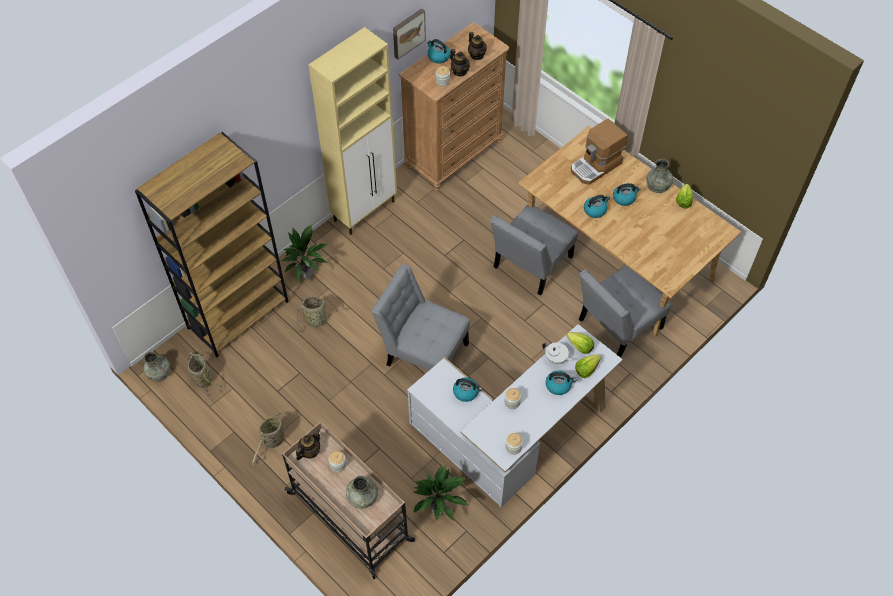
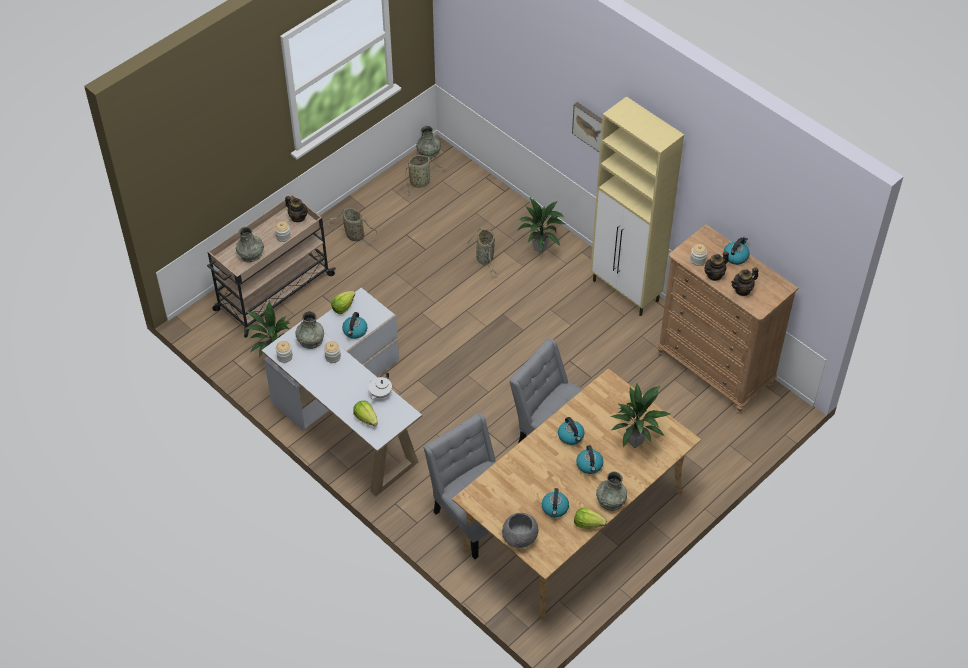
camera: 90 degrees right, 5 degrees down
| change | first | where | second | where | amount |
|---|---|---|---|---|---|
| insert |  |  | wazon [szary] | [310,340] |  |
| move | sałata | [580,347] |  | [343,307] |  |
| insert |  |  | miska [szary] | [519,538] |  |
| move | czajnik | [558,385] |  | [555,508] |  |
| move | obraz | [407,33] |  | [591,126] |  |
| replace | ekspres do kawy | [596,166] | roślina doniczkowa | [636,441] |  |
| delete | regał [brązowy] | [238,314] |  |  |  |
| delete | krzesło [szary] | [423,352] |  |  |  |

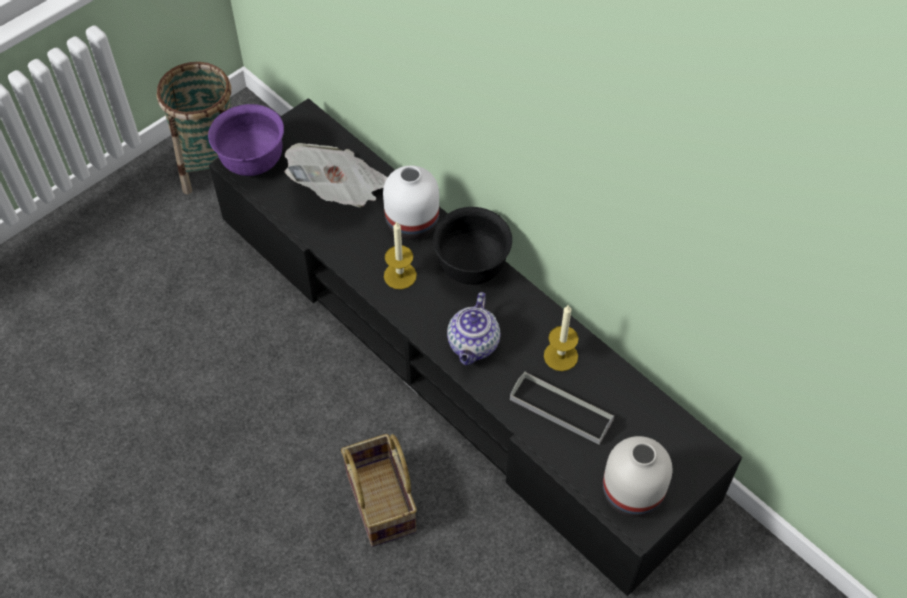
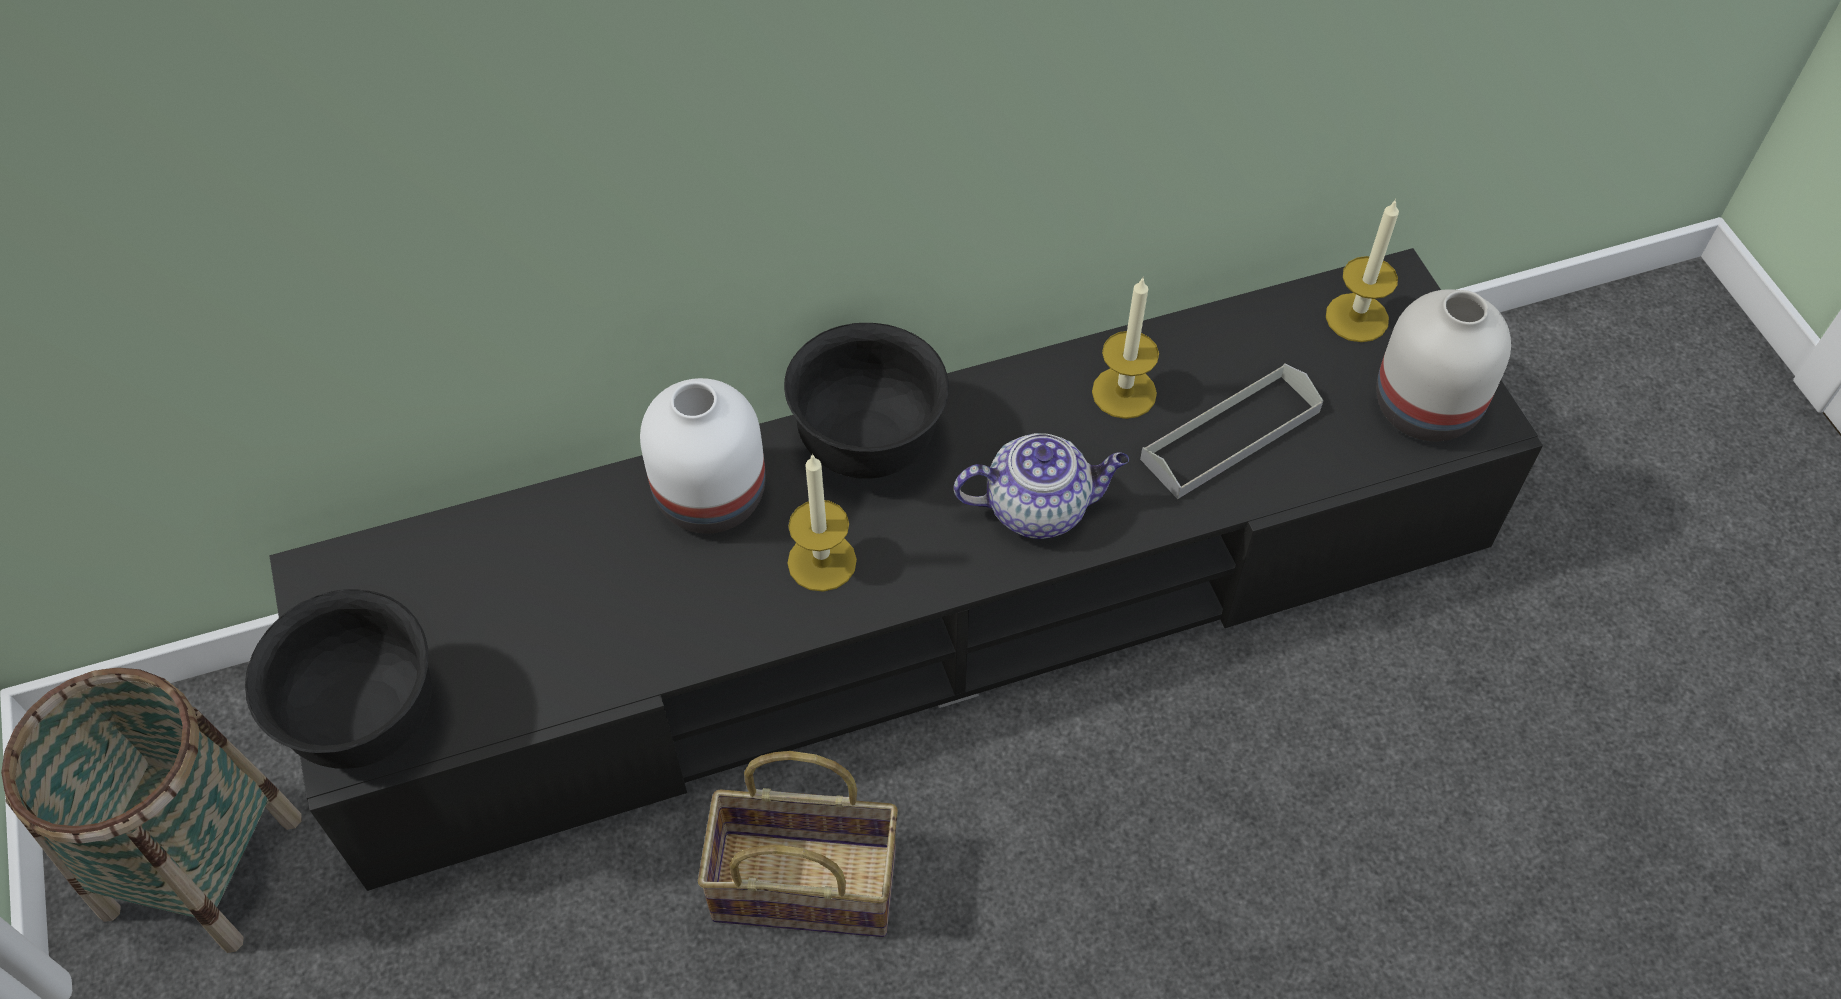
camera: 65 degrees left, 0 degrees up
| change | first | where | second | where | amount |
|---|---|---|---|---|---|
| recolor | miska [fioletowy] | [252,162] | miska [czarny] | [366,719] |  |
| move | koszyk | [383,503] |  | [810,882] |  |
| rotate | imbryk | [473,345] |  | [1039,507] | 45 degrees counterclockwise |
| insert |  |  | świeca | [1357,317] |  |
| delete | gazeta | [340,191] |  |  |  |

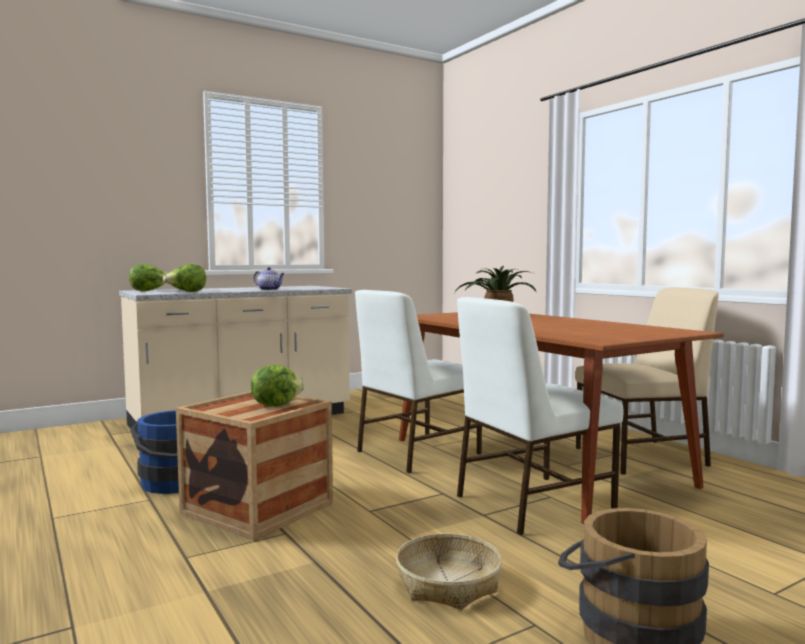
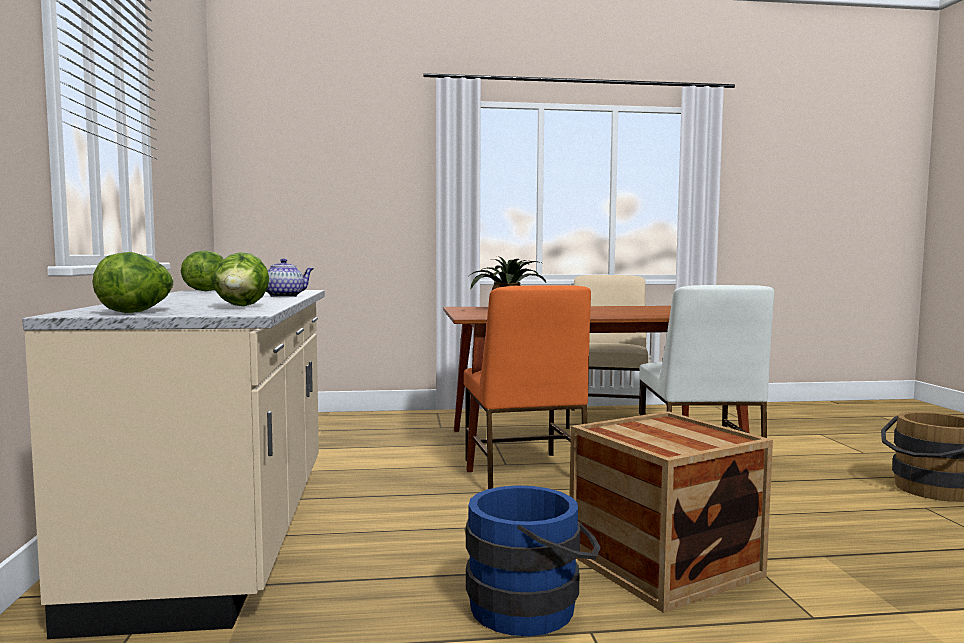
camera: 65 degrees left, 0 degrees up
| change | first | where | second | where | amount |
|---|---|---|---|---|---|
| move | sałata | [275,405] |  | [204,291] |  |
| recolor | krzesło [biały] | [416,452] | krzesło [pomarańczowy] | [523,473] |  |
| delete | koszyk | [448,583] |  |  |  |

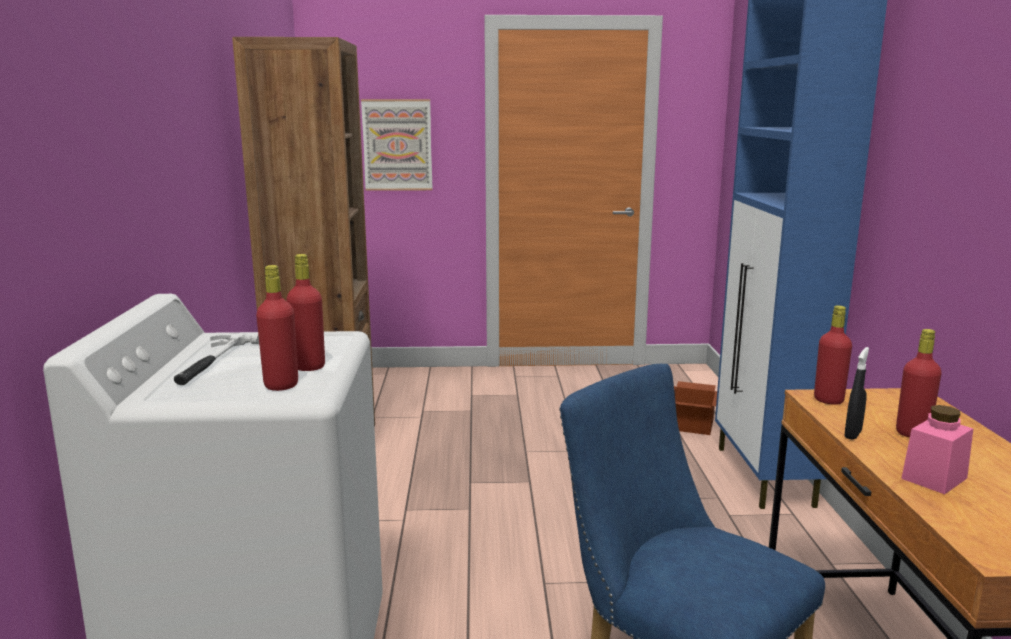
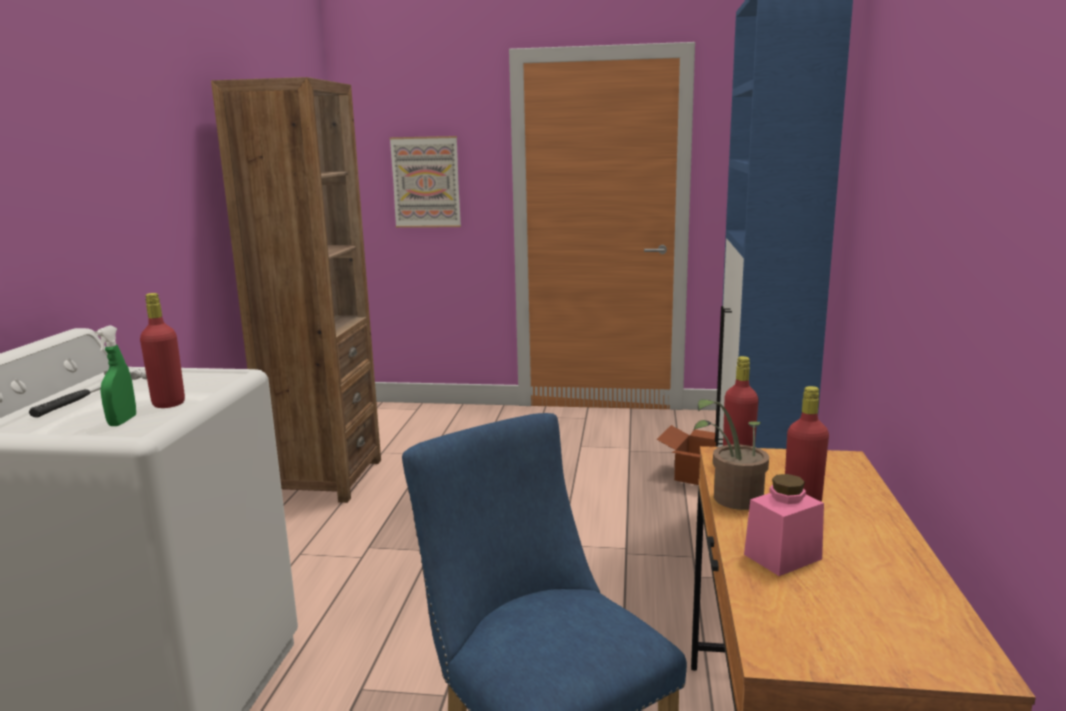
camera: 10 degrees right, 0 degrees up
| change | first | where | second | where | amount |
|---|---|---|---|---|---|
| replace | butelka [czerwony] | [281,385] | spryskiwacz [zielony] | [122,421] |  |
| replace | spryskiwacz [czarny] | [853,434] | roślina doniczkowa | [732,500] |  |

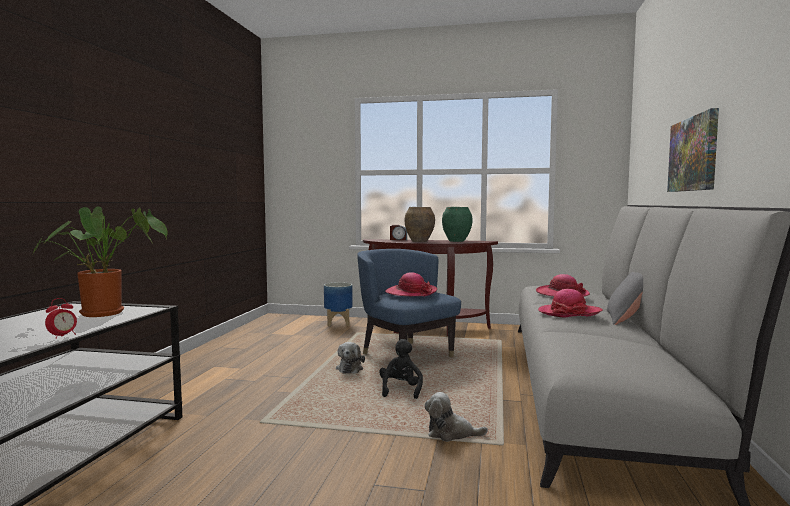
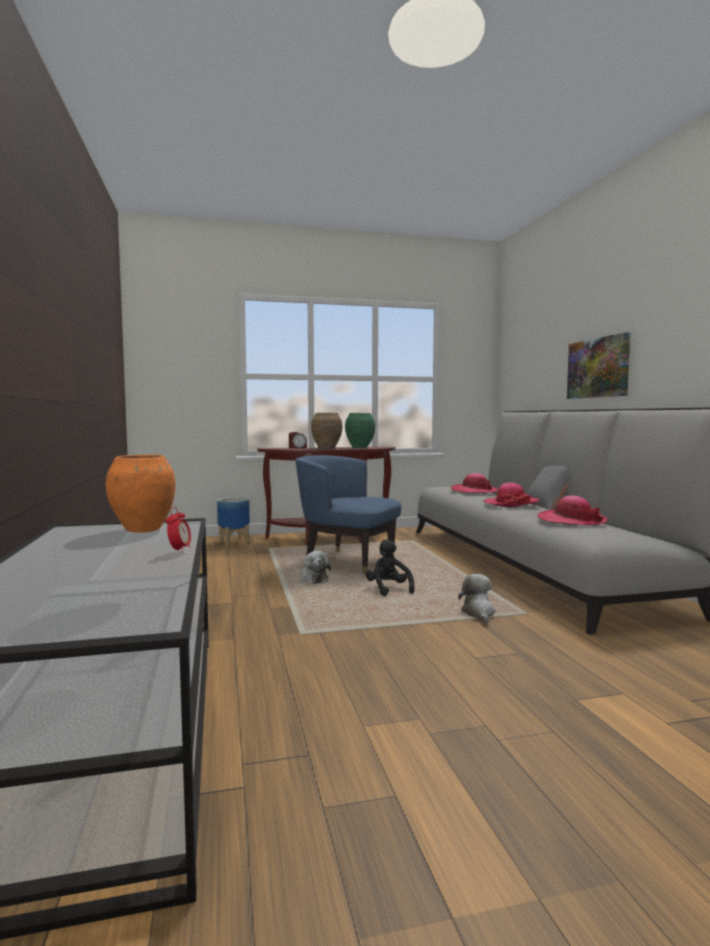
camera: 25 degrees left, 0 degrees up
| change | first | where | second | where | amount |
|---|---|---|---|---|---|
| replace | roślina doniczkowa | [107,312] | wazon [pomarańczowy] | [144,529] |  |
| rotate | pluszak | [451,434] |  | [478,613] | 105 degrees clockwise |
| move | kapelusz | [411,293] |  | [571,521] |  |

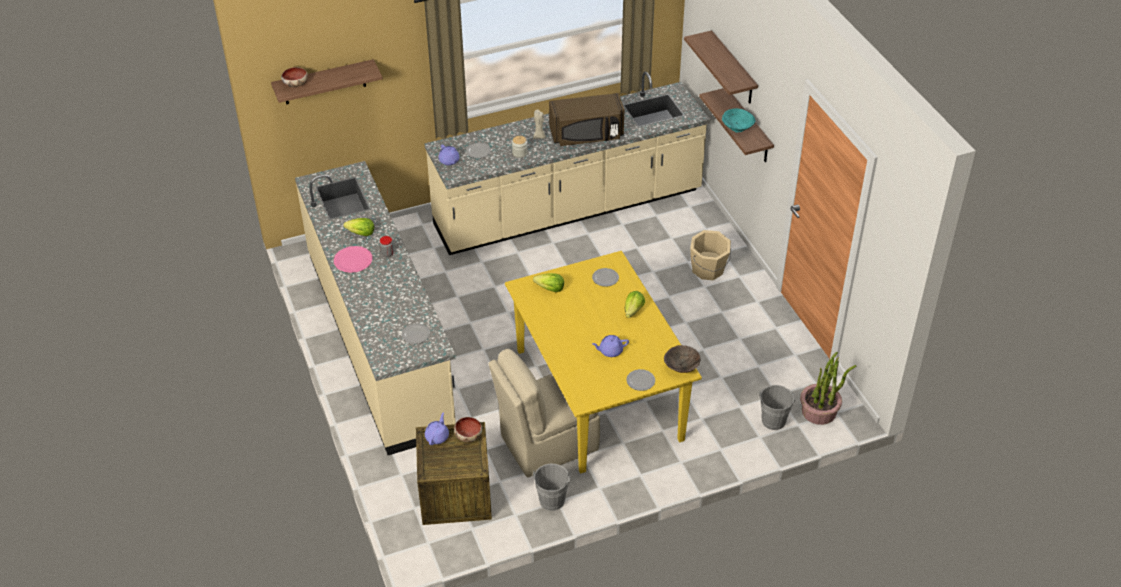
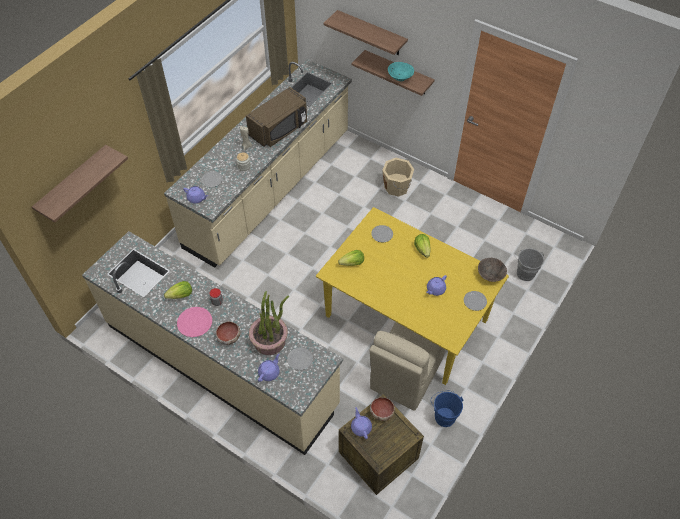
camera: 35 degrees left, 10 degrees up
| change | first | where | second | where | amount |
|---|---|---|---|---|---|
| move | miska | [295,84] |  | [229,337] |  |
| move | roślina doniczkowa | [819,411] |  | [270,341] |  |
| insert |  |  | imbryk [fioletowy] | [269,372] |  |
| recolor | wiadro [szary] | [552,498] | wiadro [niebieski] | [443,415] |  |

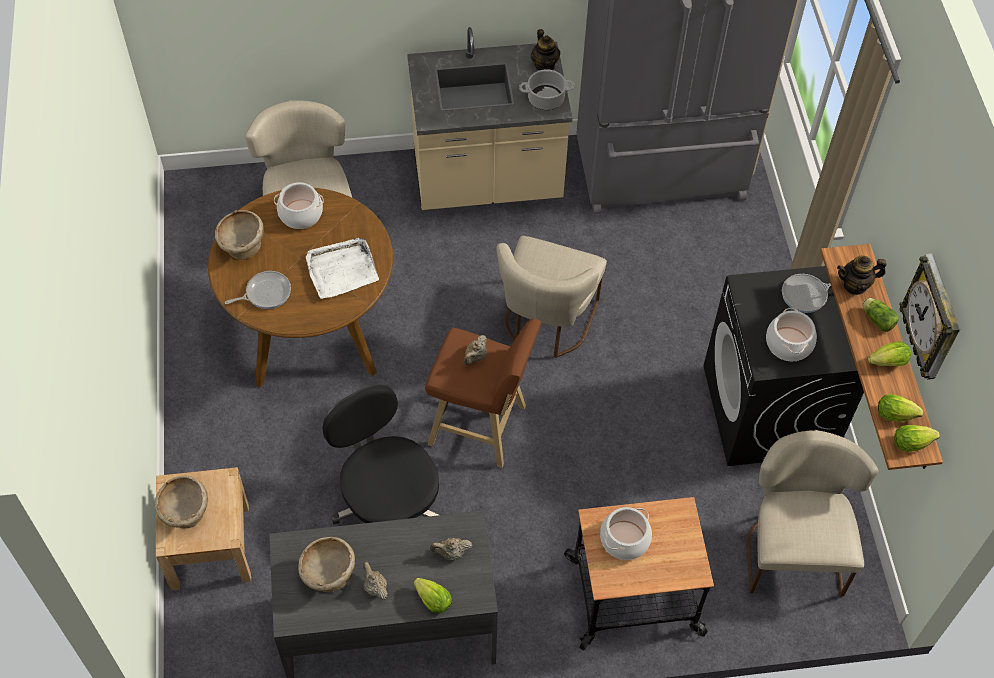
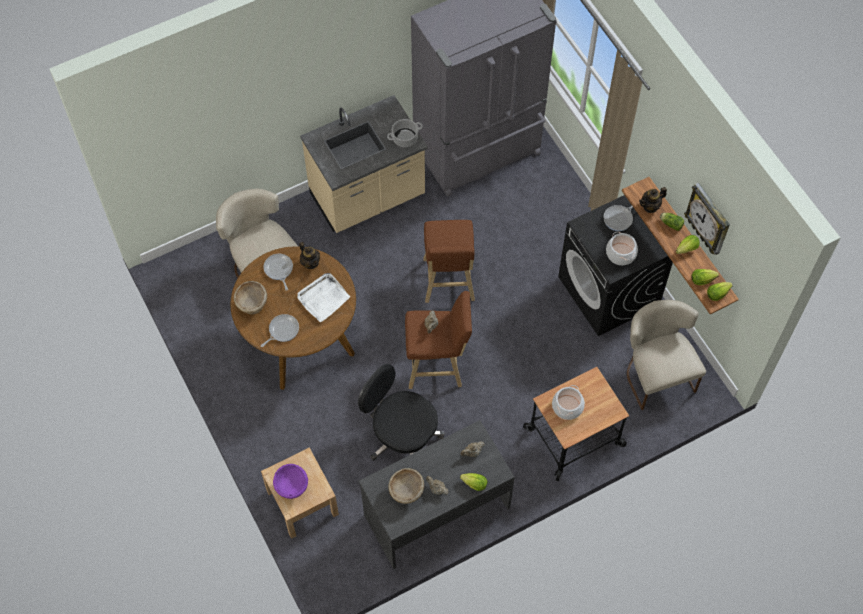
camera: 20 degrees left, 5 degrees up
| change | first | where | second | where | amount |
|---|---|---|---|---|---|
| replace | garnek | [300,214] | patelnia | [278,270] |  |
| recolor | miska [beżowy] | [186,514] | miska [fioletowy] | [292,488] |  |
| move | imbryk | [545,65] |  | [310,263] |  |
| replace | krzesło [beżowy] | [546,324] | stołek [brązowy] | [448,282] |  |

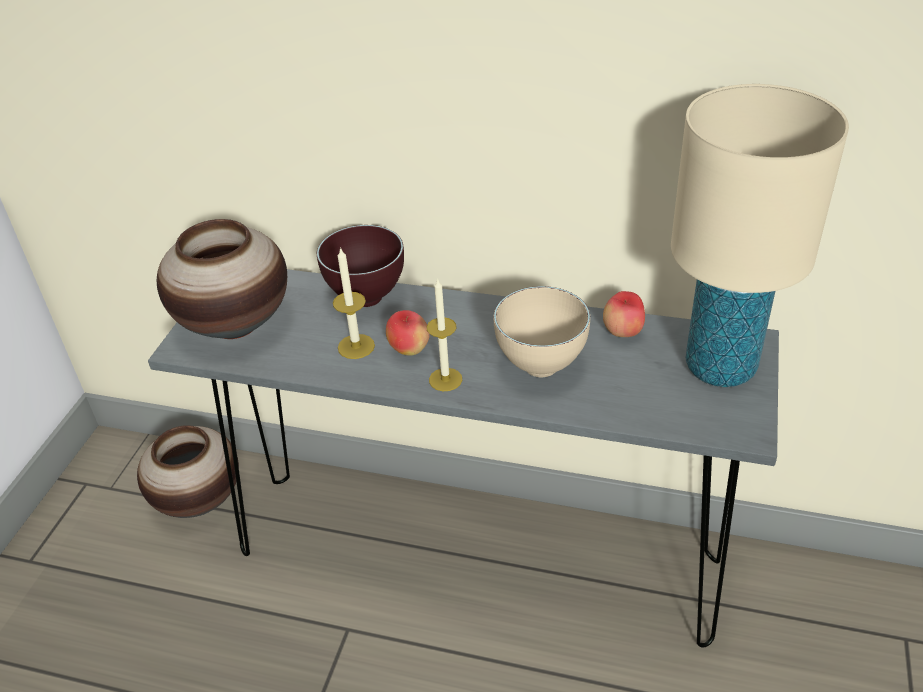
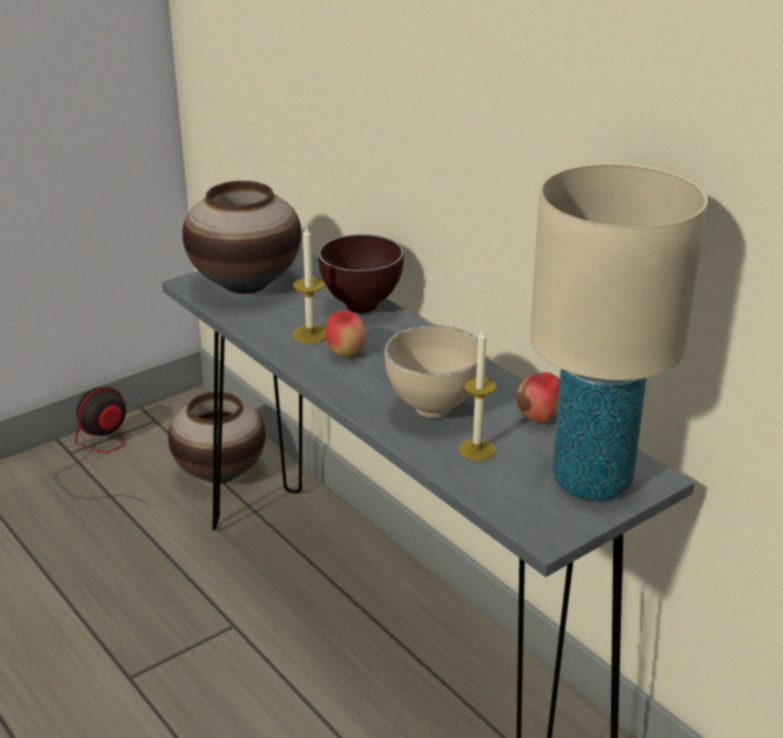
camera: 35 degrees right, 10 degrees down
| change | first | where | second | where | amount |
|---|---|---|---|---|---|
| insert |  |  | wentylator | [101,457] |  |
| move | świeca | [445,379] |  | [477,449] |  |

